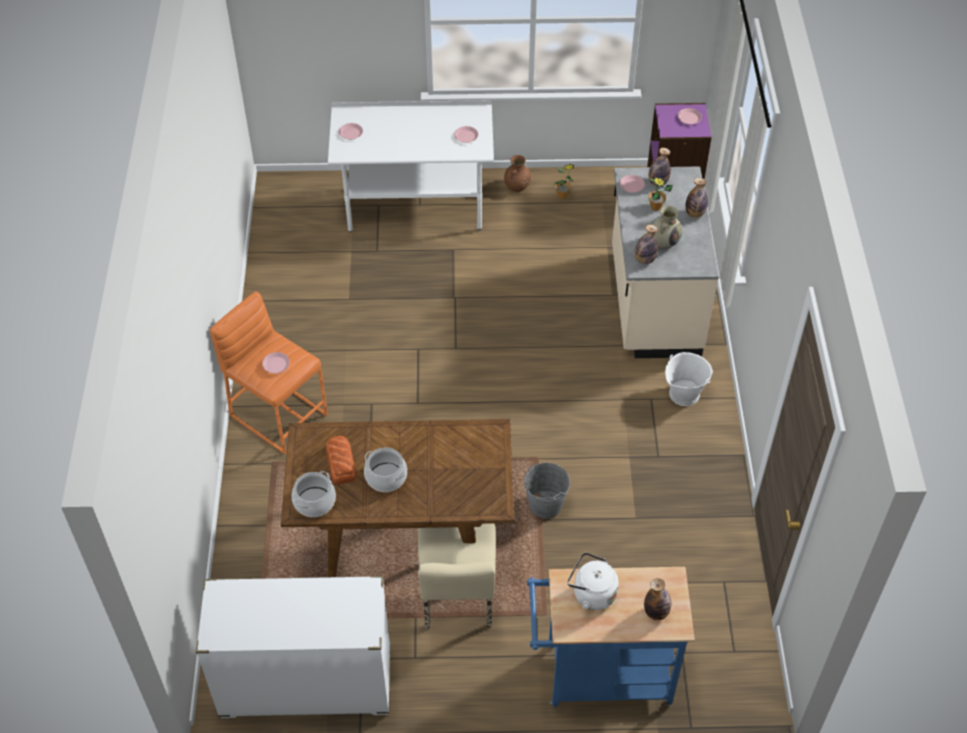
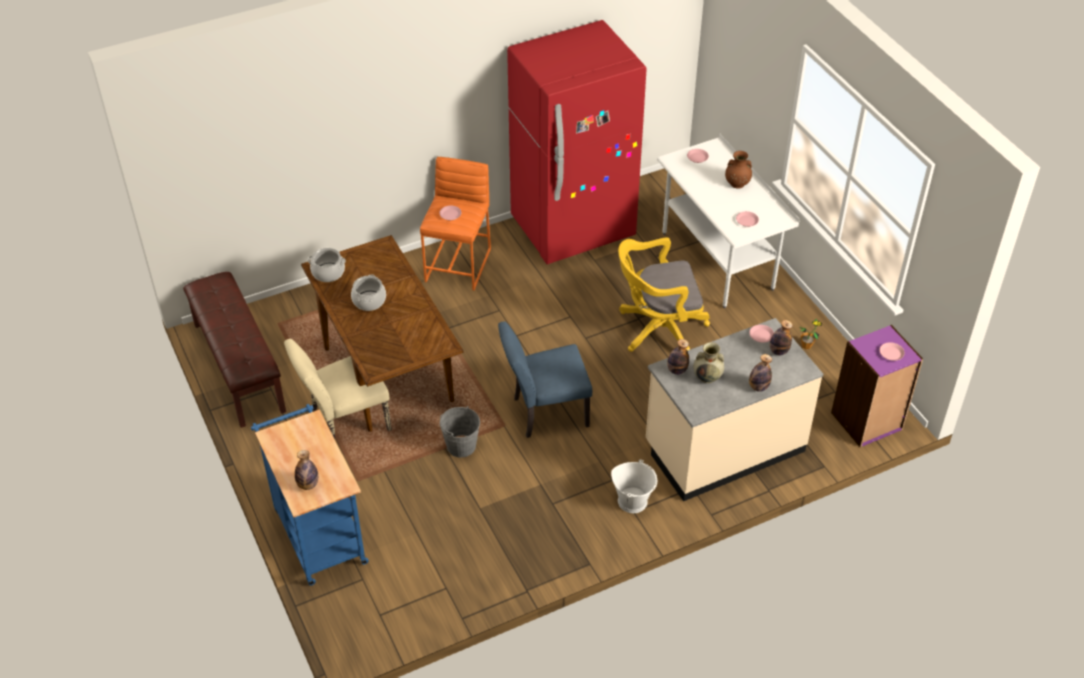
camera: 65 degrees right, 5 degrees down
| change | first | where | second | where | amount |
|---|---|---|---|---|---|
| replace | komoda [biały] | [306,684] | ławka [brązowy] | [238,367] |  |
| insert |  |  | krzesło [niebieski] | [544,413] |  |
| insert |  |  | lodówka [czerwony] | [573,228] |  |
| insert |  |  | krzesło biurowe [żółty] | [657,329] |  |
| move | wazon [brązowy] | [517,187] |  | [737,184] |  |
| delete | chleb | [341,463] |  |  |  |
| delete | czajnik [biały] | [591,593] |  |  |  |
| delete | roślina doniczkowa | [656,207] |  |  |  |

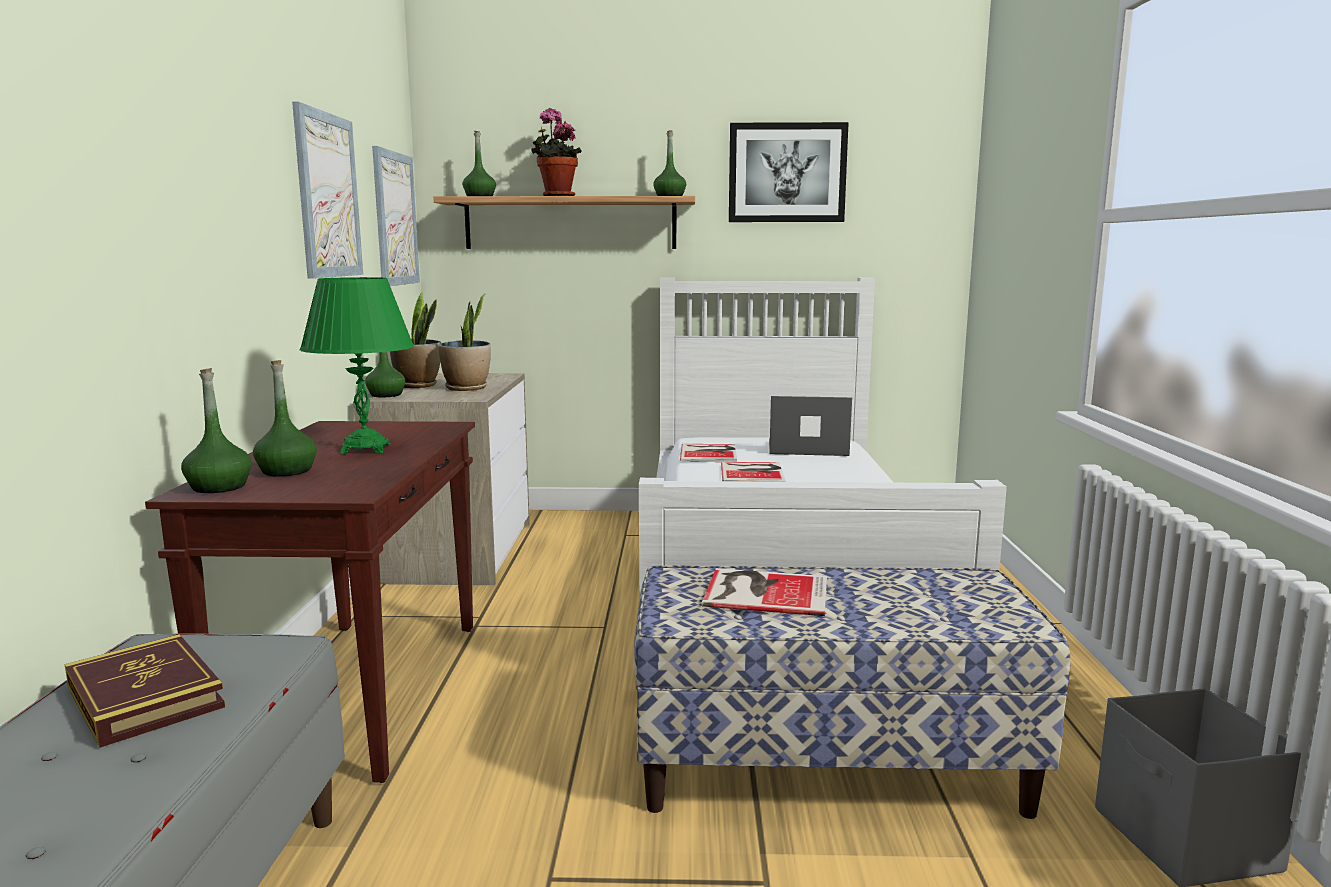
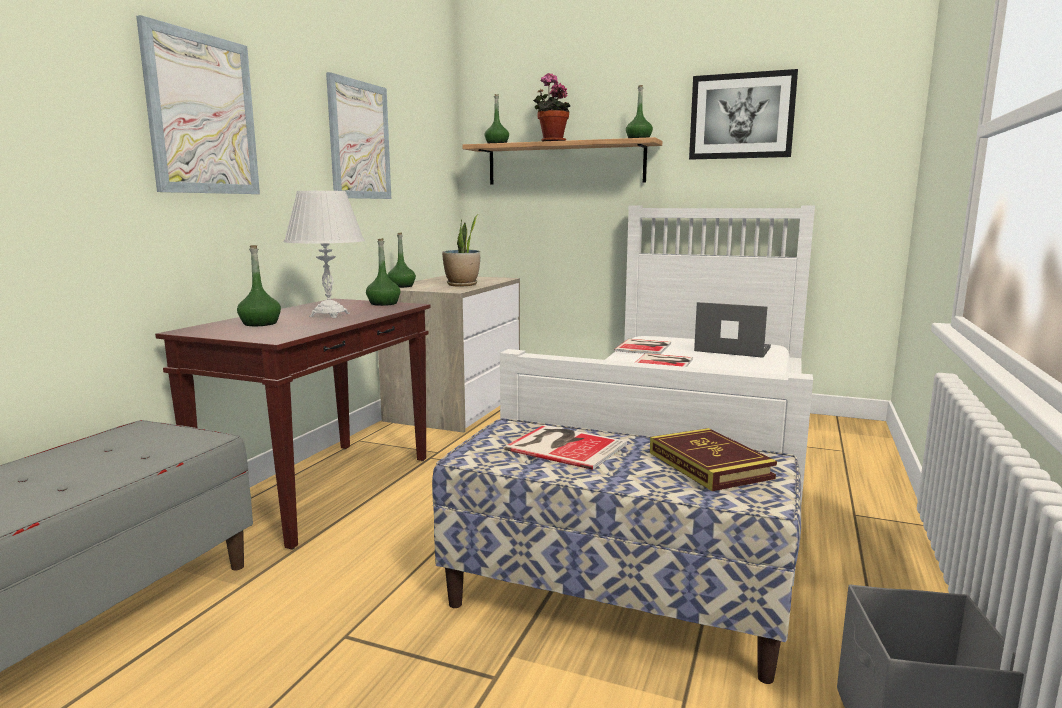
camera: 20 degrees right, 0 degrees up
| change | first | where | second | where | amount |
|---|---|---|---|---|---|
| move | obraz | [395,219] |  | [202,114] |  |
| recolor | lampa stołowa [zielony] | [365,449] | lampa stołowa [biały] | [329,315] |  |
| move | butelka [zielony] | [219,487] |  | [383,303] |  |
| move | książka | [145,697] |  | [709,465] |  |
| delete | roślina doniczkowa | [417,385] |  |  |  |

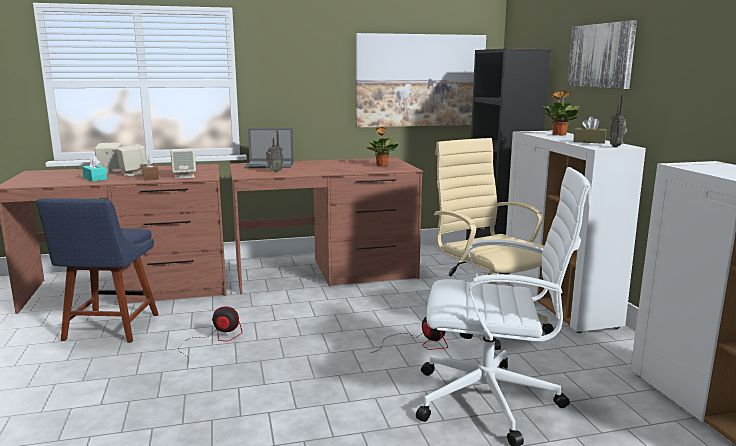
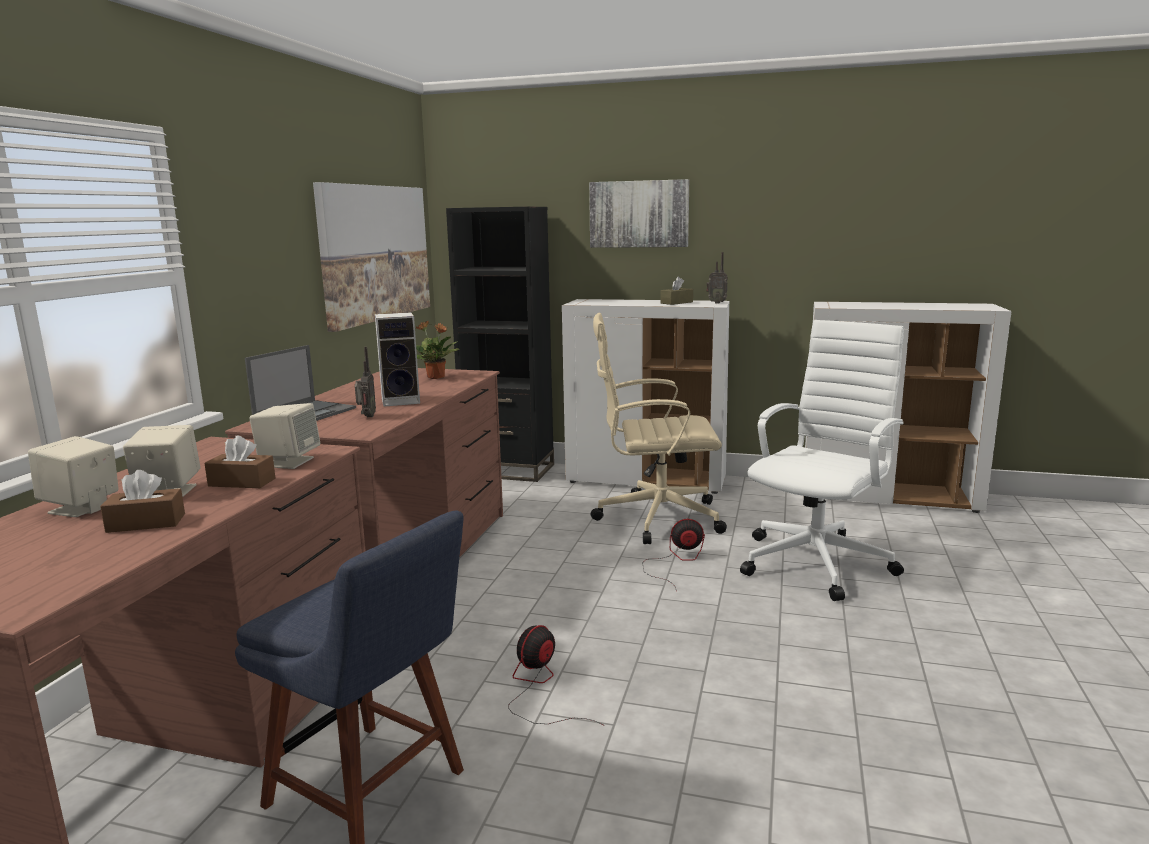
camera: 60 degrees left, 0 degrees up
| change | first | where | second | where | amount |
|---|---|---|---|---|---|
| recolor | pudełko chusteczek [turkusowy] | [95,178] | pudełko chusteczek [brązowy] | [146,523] |  |
| insert |  |  | głośnik | [402,401] |  |
| delete | roślina doniczkowa | [559,134] |  |  |  |

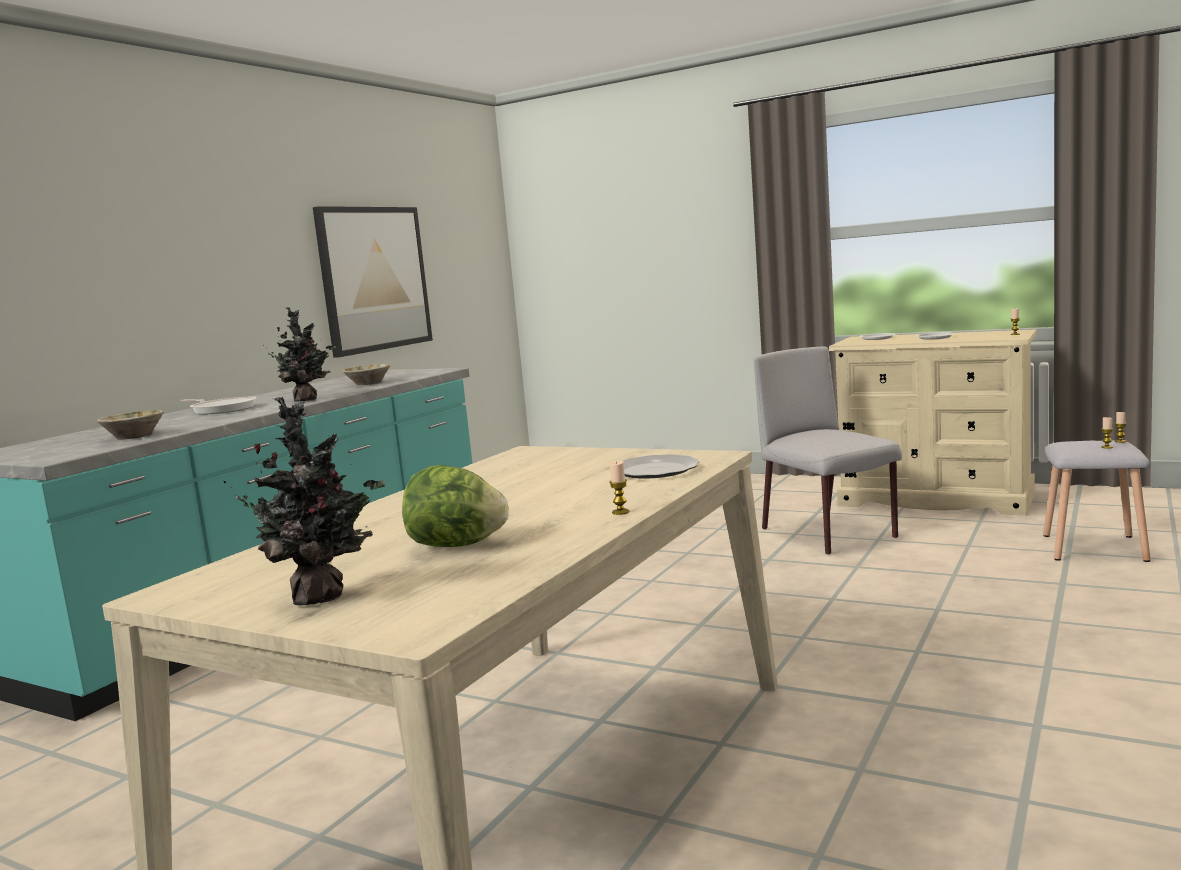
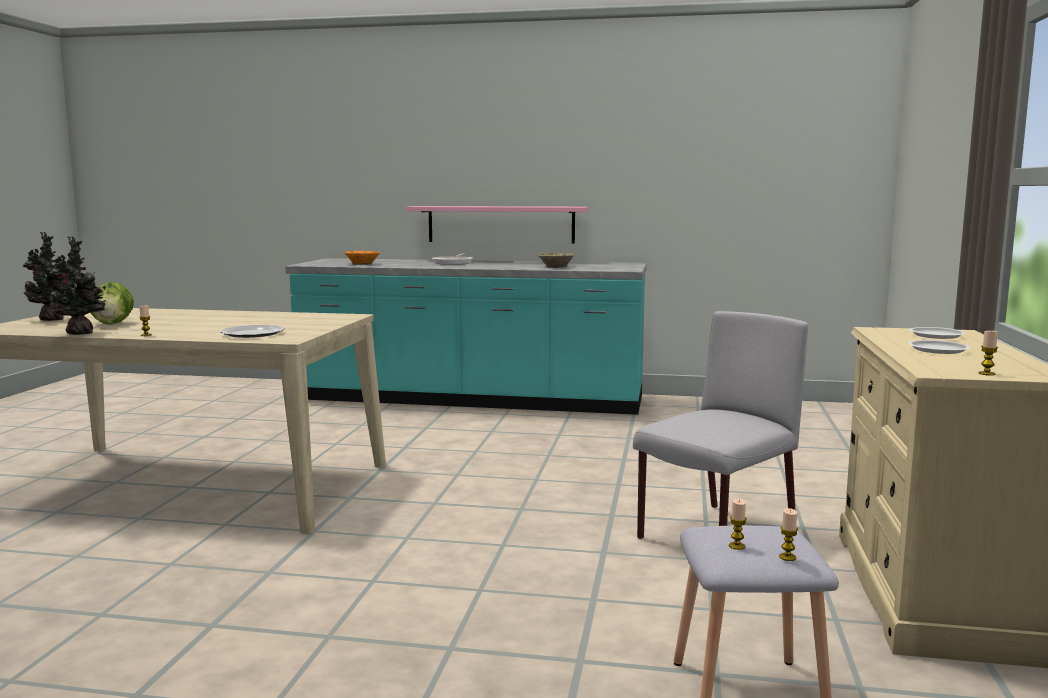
camera: 70 degrees right, 0 degrees up
| change | first | where | second | where | amount |
|---|---|---|---|---|---|
| move | roślina doniczkowa | [307,400] |  | [81,333] |  |
| recolor | miska [beżowy] | [134,436] | miska [pomarańczowy] | [362,264] |  |
| insert |  |  | półka [różowy] | [501,224] |  |
| delete | obraz | [374,279] |  |  |  |

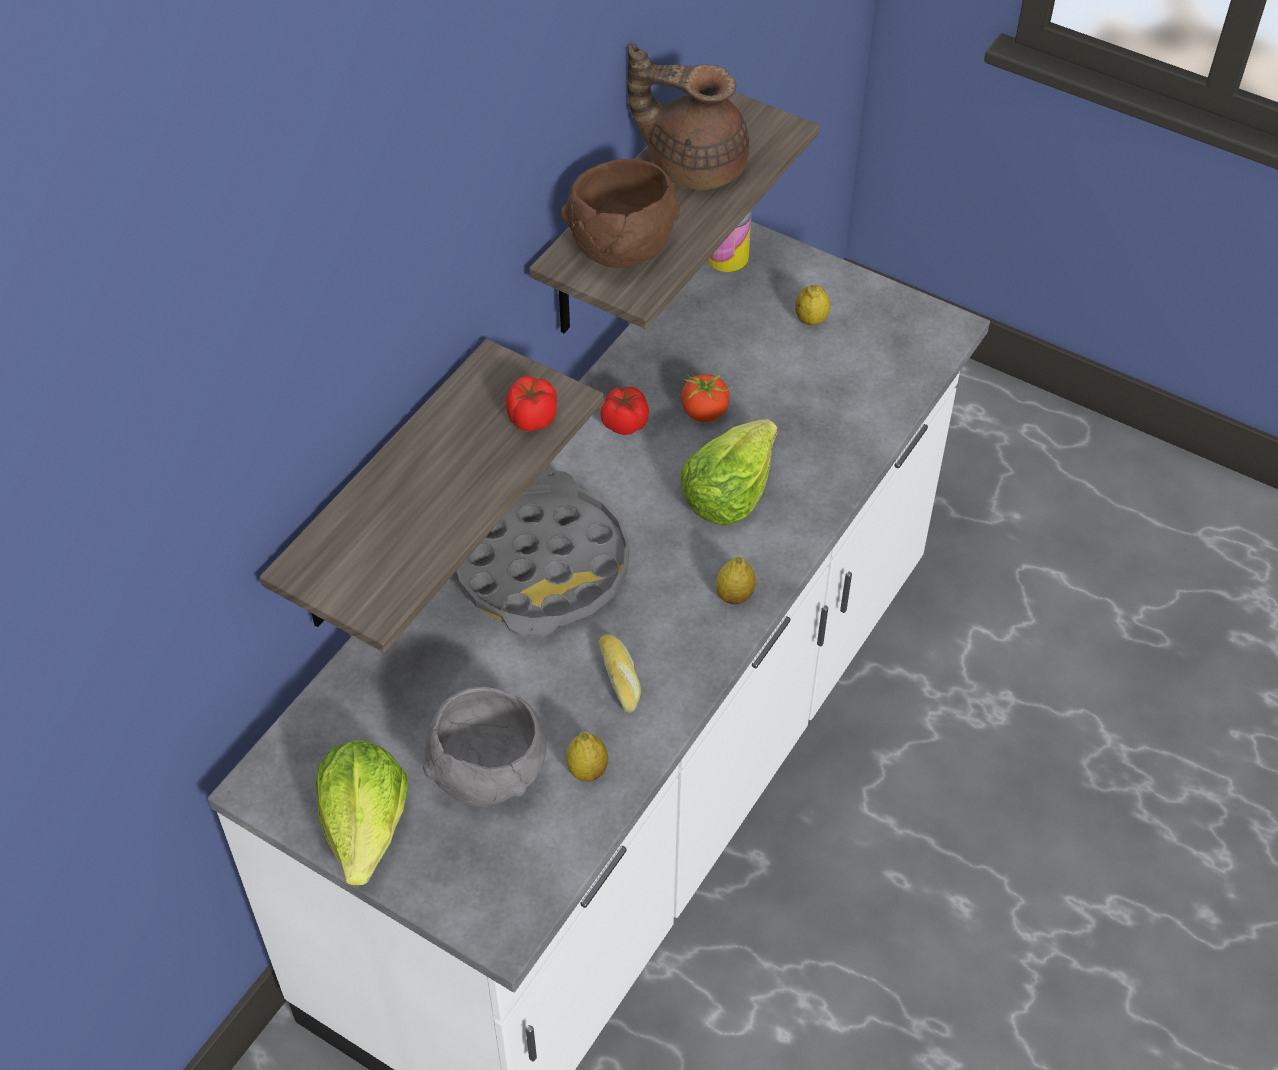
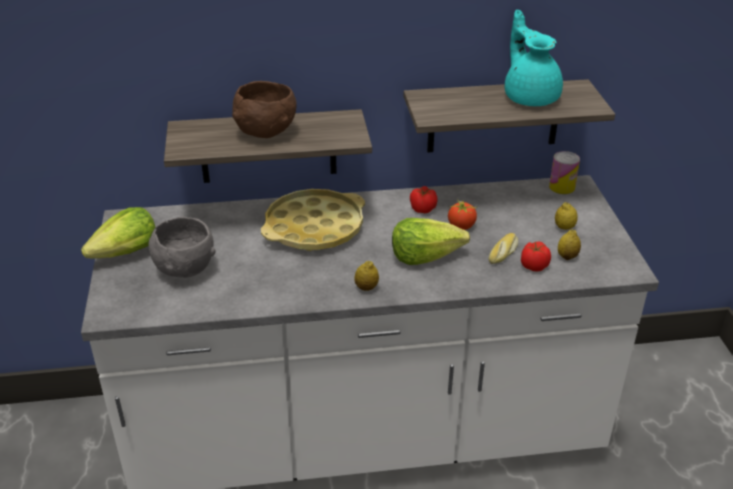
camera: 50 degrees right, 15 degrees down
| change | first | where | second | where | amount |
|---|---|---|---|---|---|
| move | miska [brązowy] | [623,249] |  | [266,133] |  |
| recolor | taca [szary] | [542,566] | taca [żółty] | [314,227] |  |
| move | chleb | [621,677] |  | [504,253] |  |
| recolor | imbryk [brązowy] | [693,164] | imbryk [turkusowy] | [530,96] |  |
| move | pomidor | [531,419] |  | [533,266] |  |
| move | cytryna | [587,770] |  | [567,257] |  |

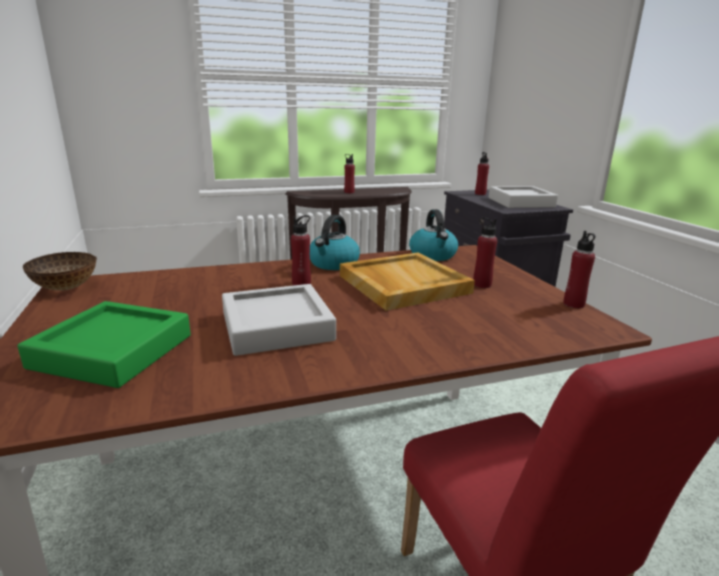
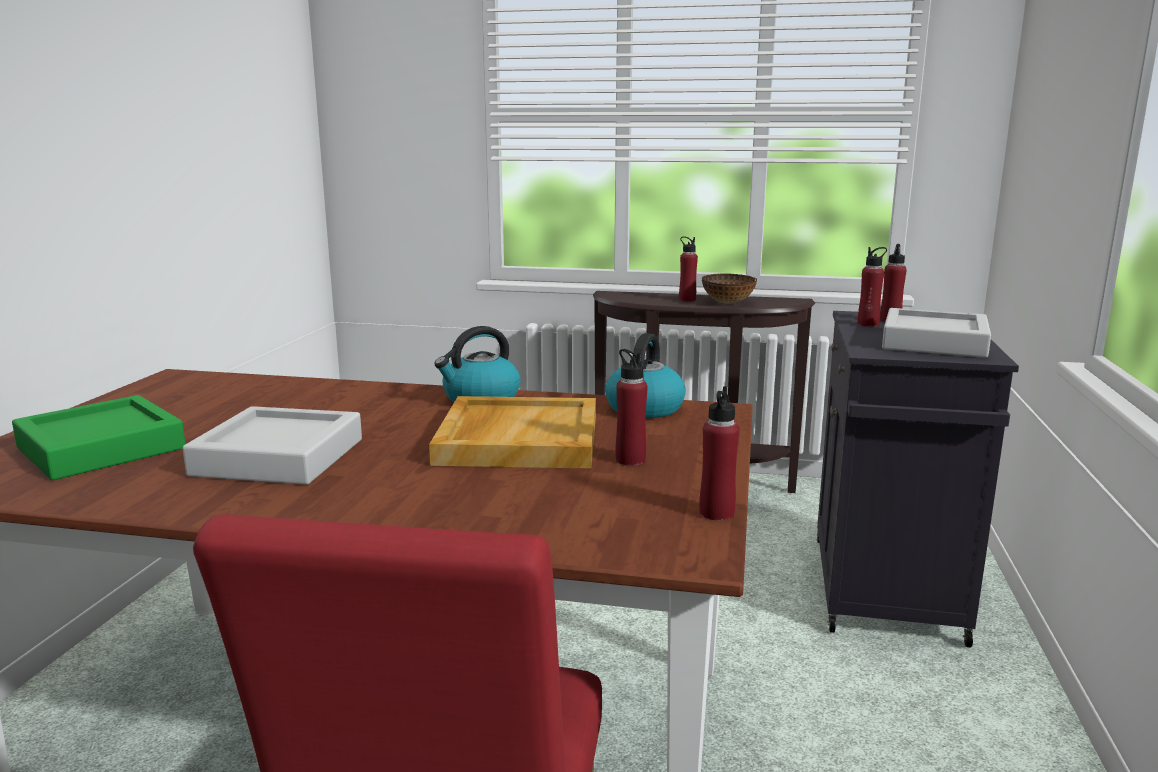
camera: 30 degrees right, 5 degrees down
| change | first | where | second | where | amount |
|---|---|---|---|---|---|
| move | miska | [65,288] |  | [727,303] |  |
| move | butelka [czerwony] | [301,283] |  | [868,324] |  |

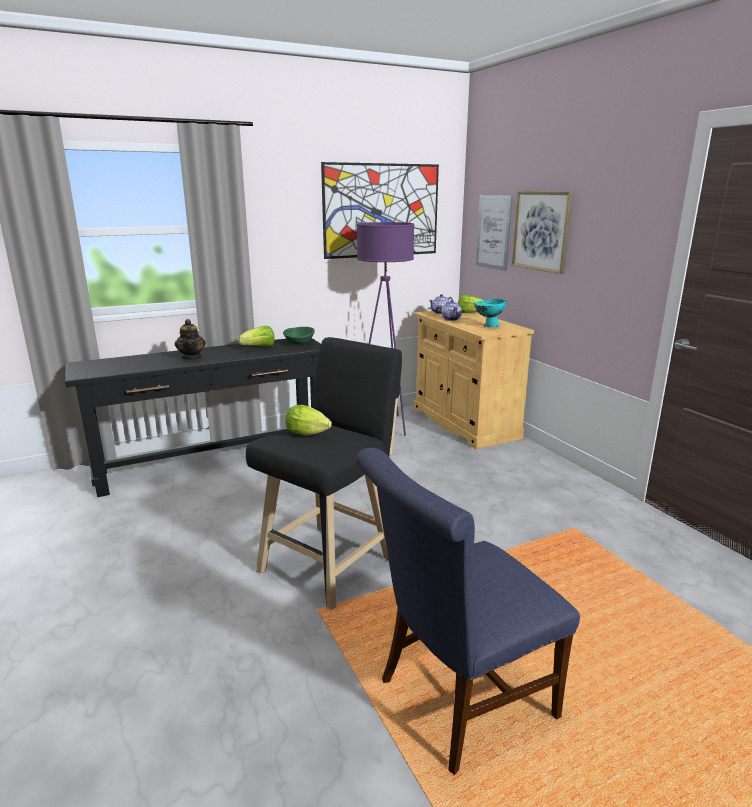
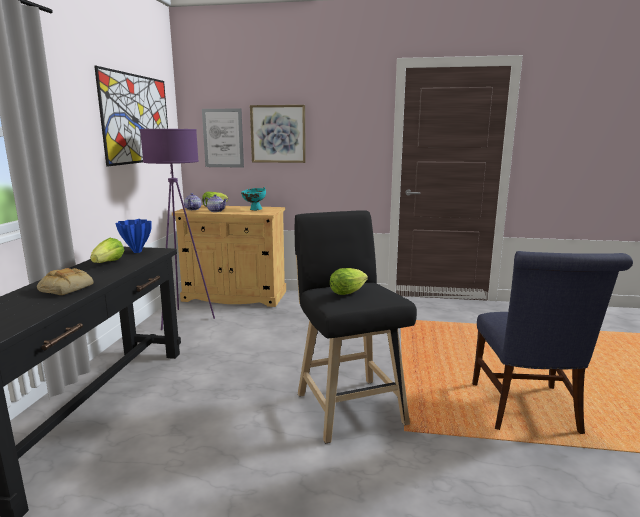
camera: 55 degrees left, 5 degrees down
| change | first | where | second | where | amount |
|---|---|---|---|---|---|
| replace | imbryk | [192,357] | chleb | [66,288] |  |
| replace | miska [zielony] | [299,343] | wazon [niebieski] | [136,252] |  |

